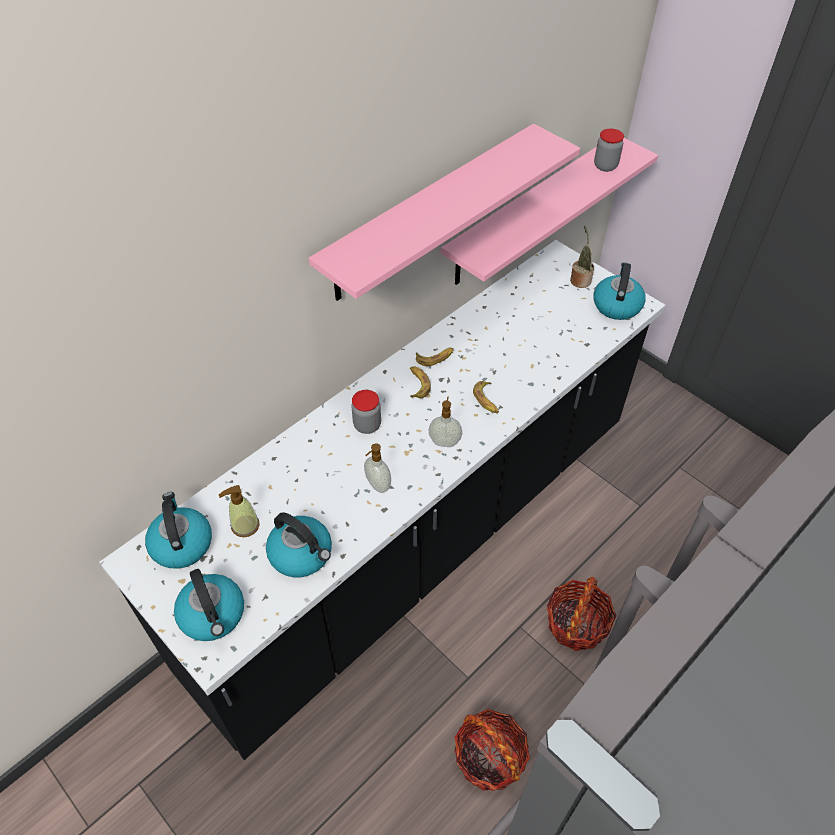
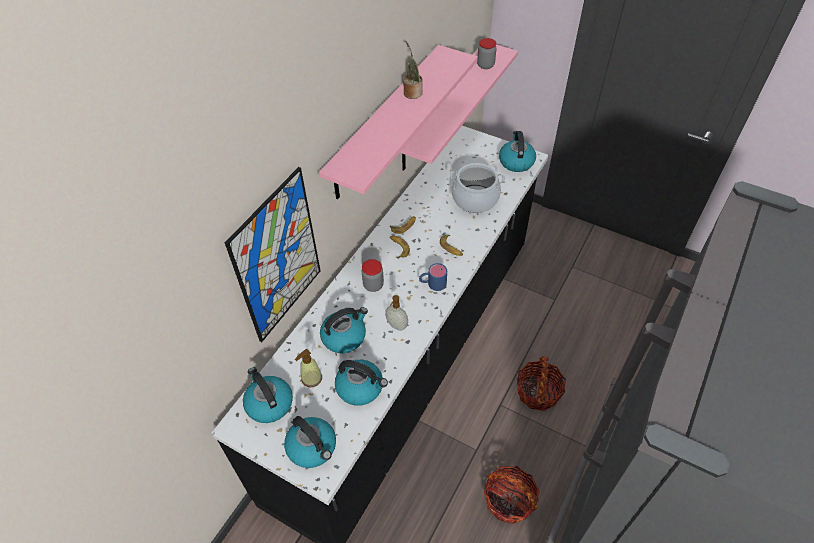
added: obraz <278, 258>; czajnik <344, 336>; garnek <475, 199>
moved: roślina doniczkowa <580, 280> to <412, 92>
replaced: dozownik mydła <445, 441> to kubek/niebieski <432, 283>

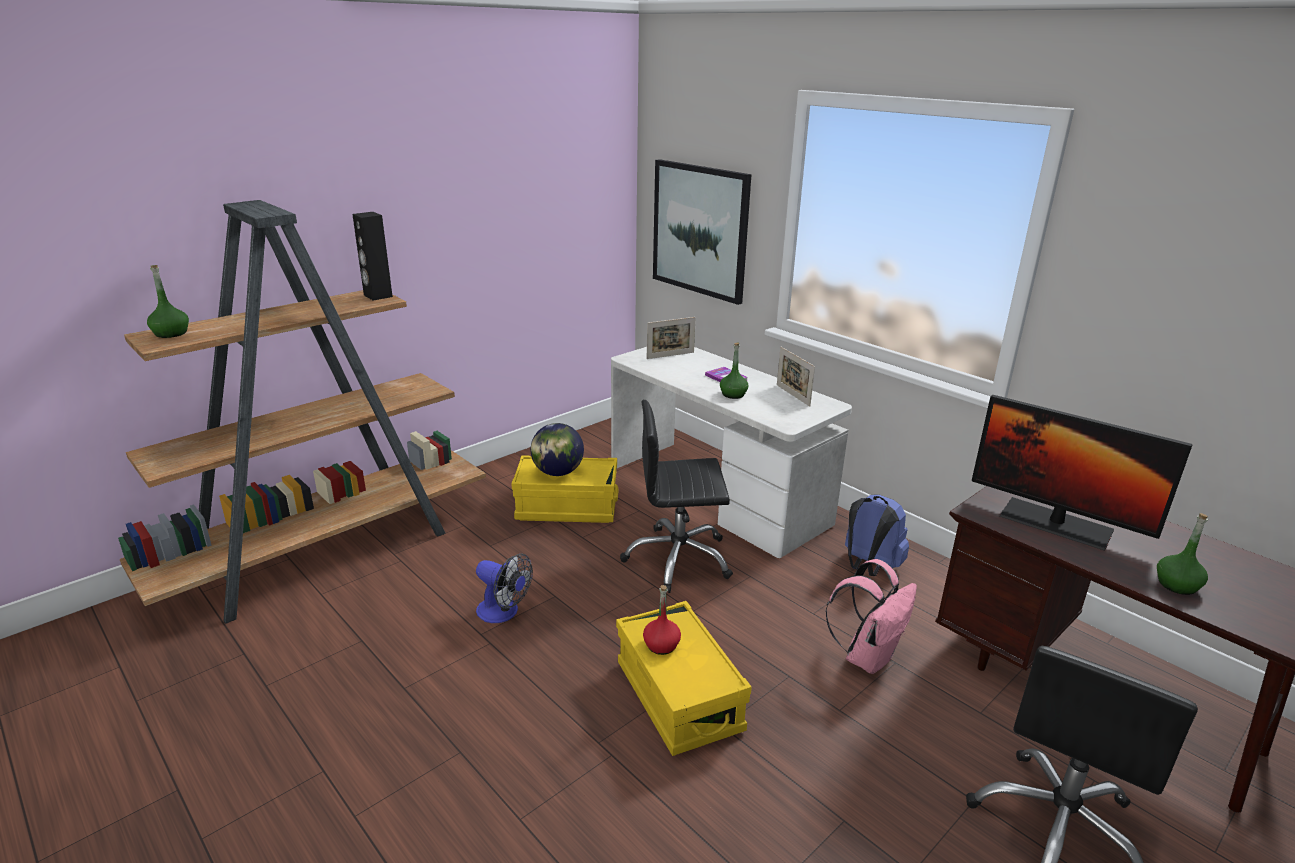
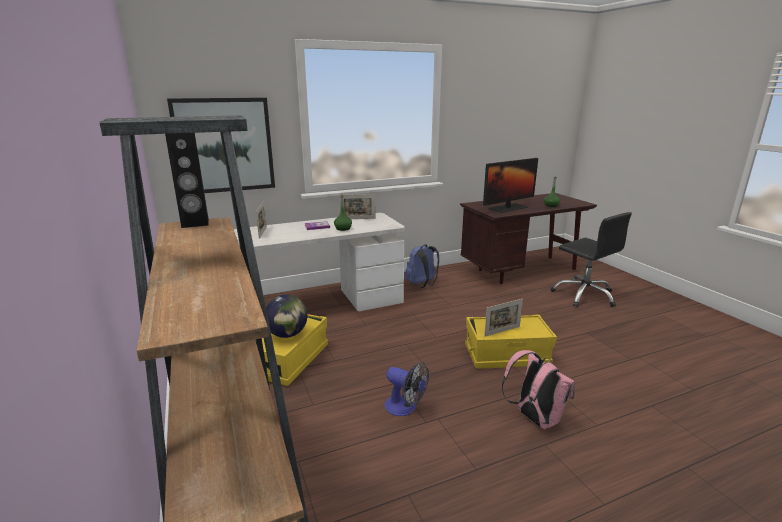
removed: butelka/zielony <171, 333>; krzesło biurowe/czarny <678, 559>
moved: plecak/różowy <867, 656> to <534, 418>
replaced: butelka/czerwony <661, 645> to ramka na zdjęcie <502, 331>
turned: wentylator <503, 612> = <405, 408> 75 degrees clockwise

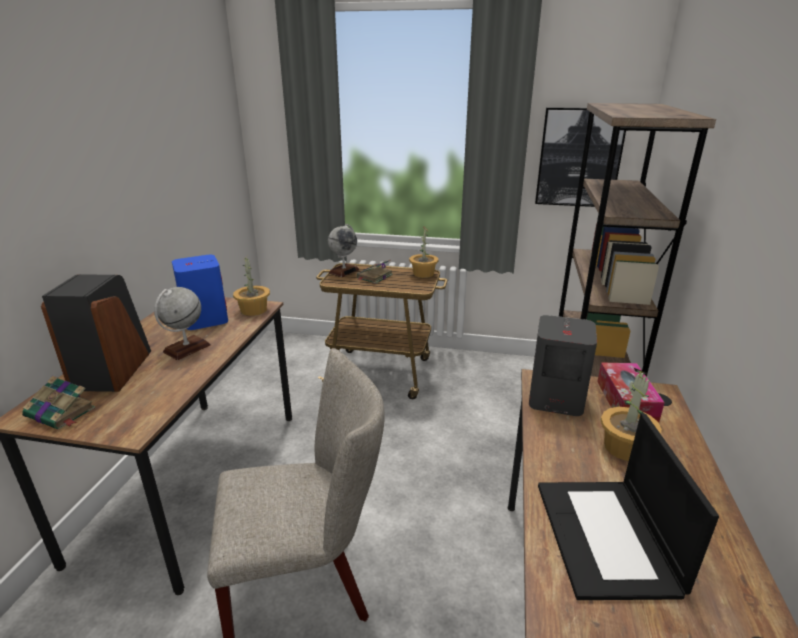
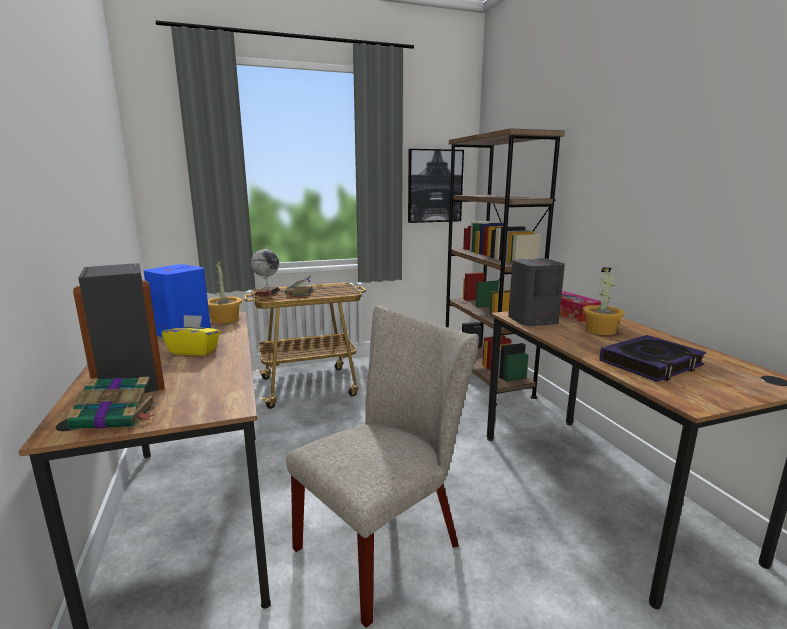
removed: roślina doniczkowa <423, 274>
replaced: globus <186, 348> to pudełko chusteczek/żółty <194, 351>; laptop <607, 537> to książka <651, 364>

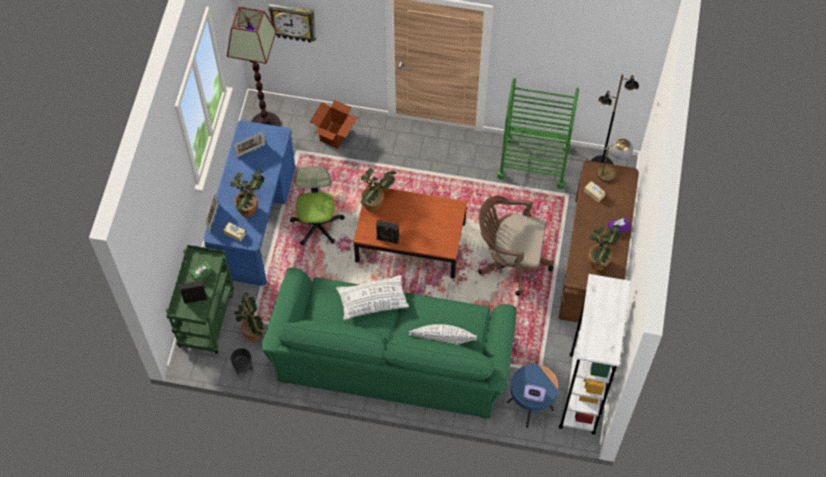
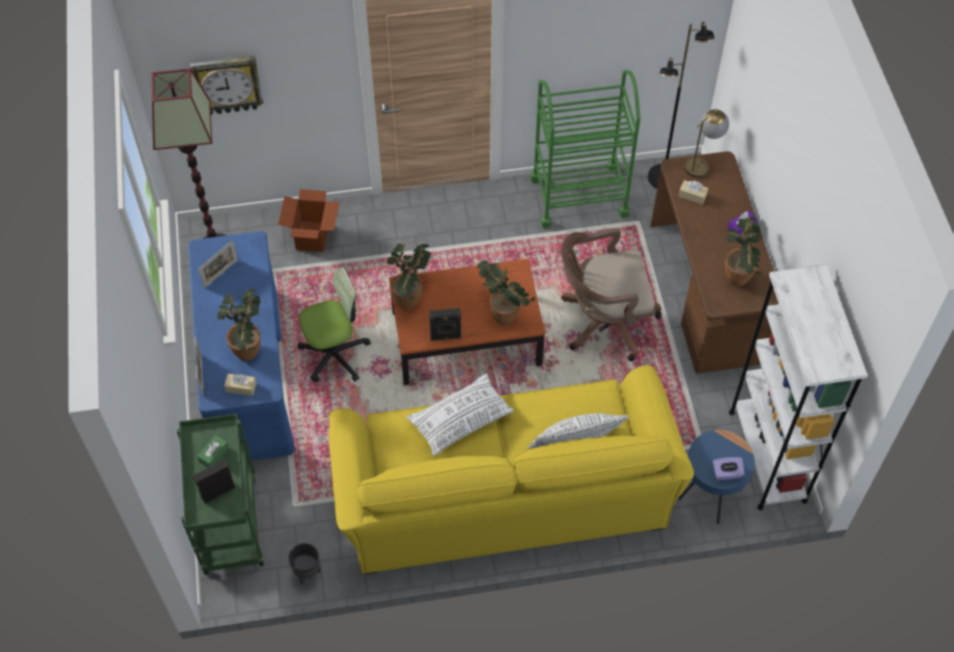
moved: roślina doniczkowa <254, 330> to <502, 311>
recoloured: kanapa/zielony <392, 356> to kanapa/żółty <503, 489>
turned: krzesło biurowe <317, 225> = <334, 354> 90 degrees clockwise

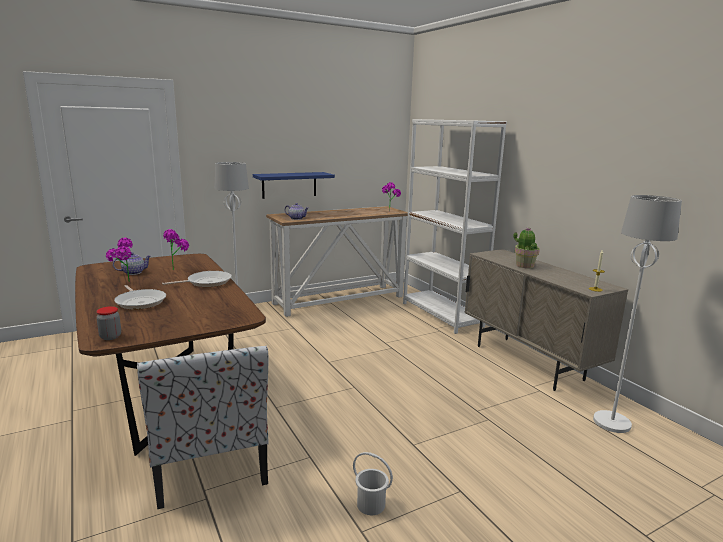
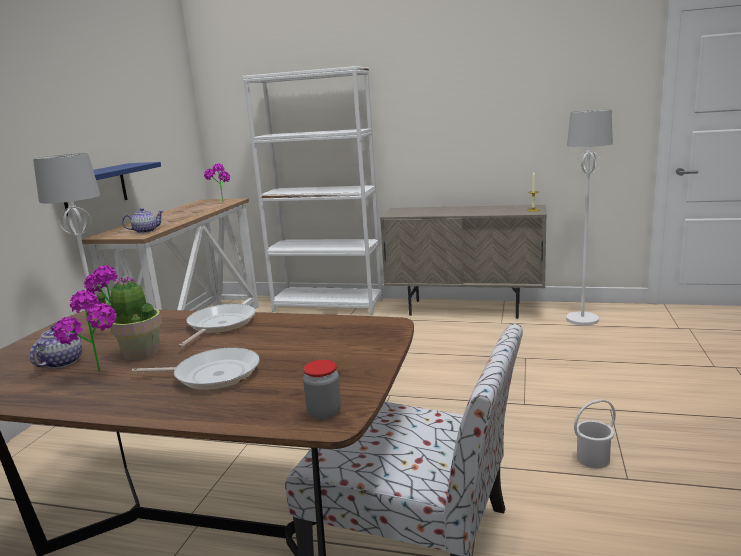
moved: roślina doniczkowa <524, 265> to <141, 352>

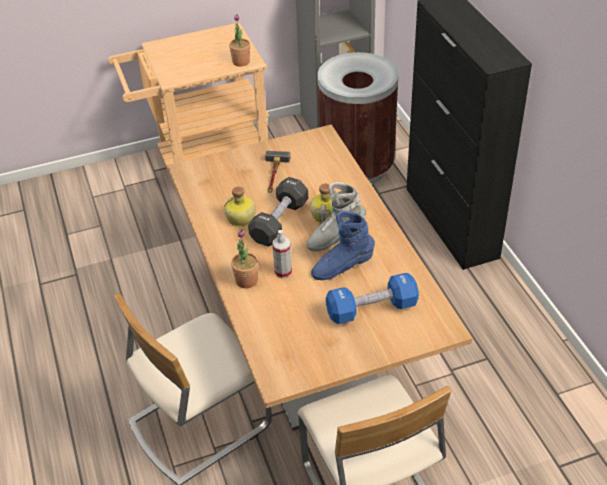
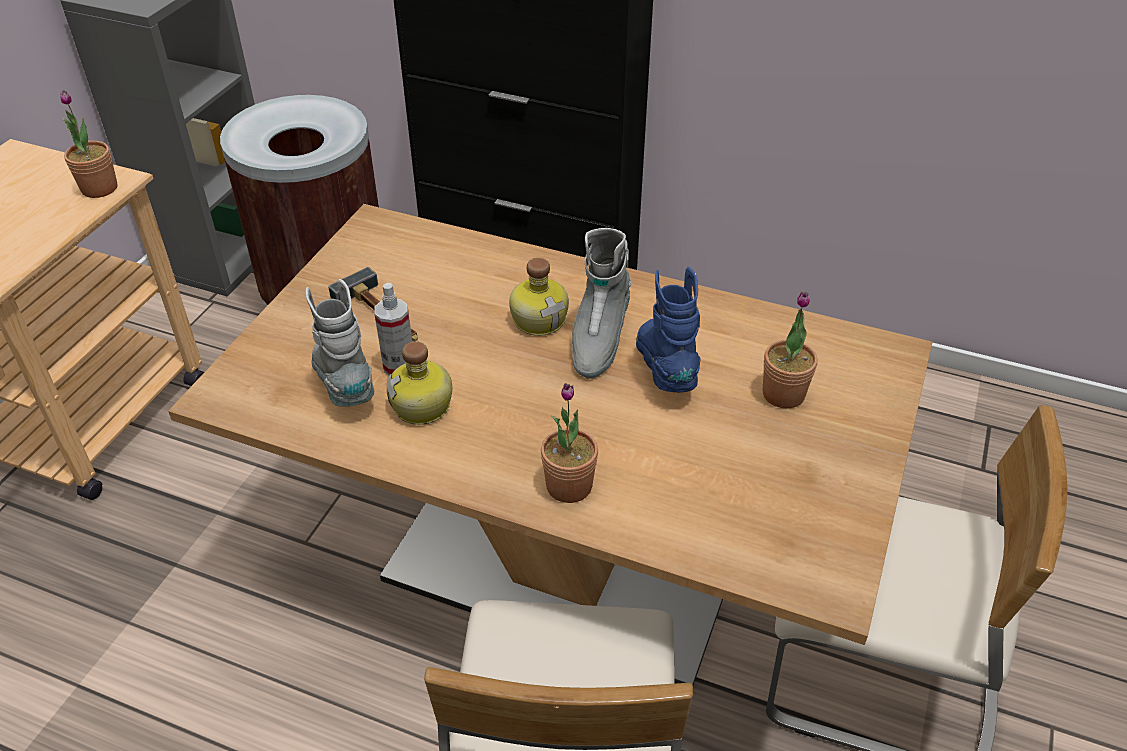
removed: hantel/czarny <279, 222>
added: but z cholewką/szary <345, 384>
moved: spryskiwacz <283, 272> to <399, 367>
replaced: hantel/niebieski <371, 309> to roślina doniczkowa <783, 394>
turned: but z cholewką/niebieski <342, 267> = <666, 370> 150 degrees clockwise

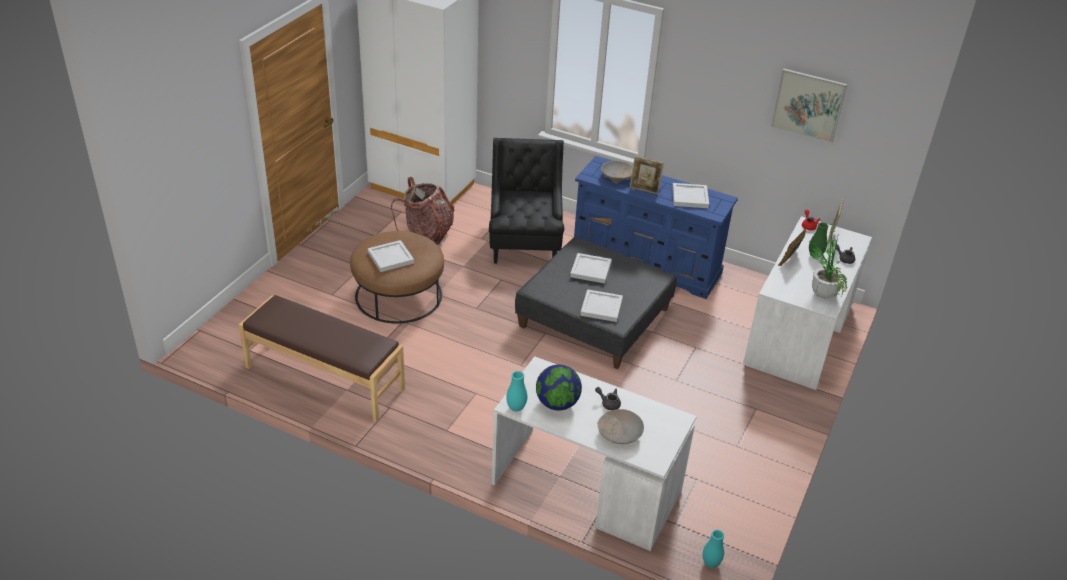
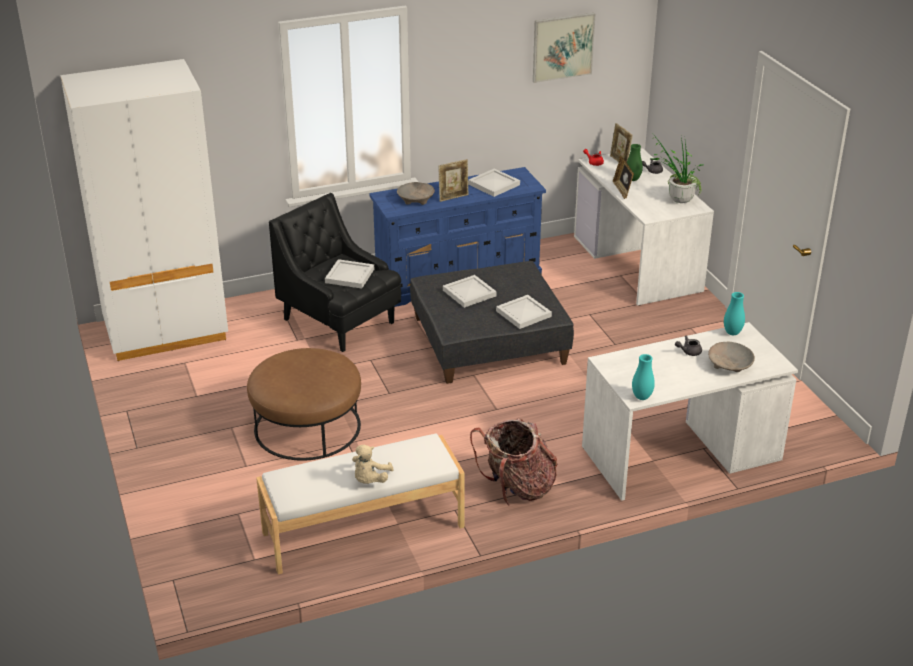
removed: globus <557, 403>
added: pluszak/beżowy <370, 480>
moved: taca/biały <391, 258> to <350, 275>; plecak <427, 233> to <517, 488>; wazon/turkusowy <711, 563> to <732, 333>
recoloured: ławka/brązowy <324, 379> to ławka/biały <363, 530>

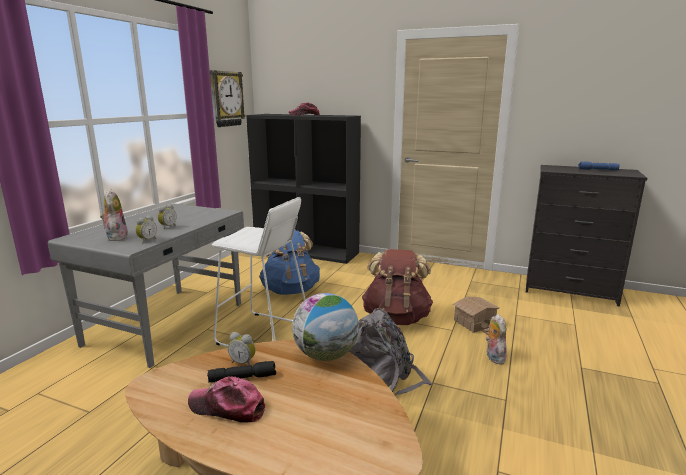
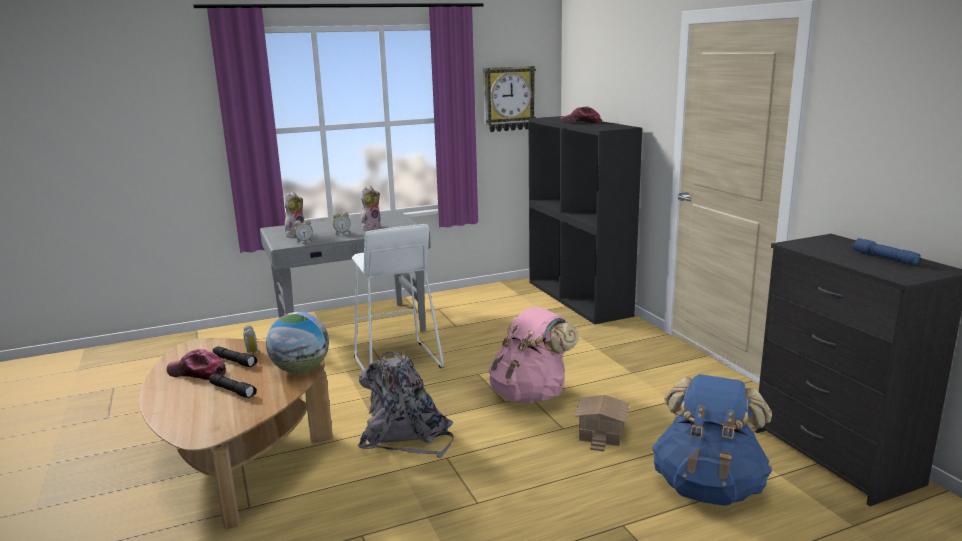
added: latarka/czarny <233, 391>
moved: pluszak <493, 357> to <371, 228>; plecak/niebieski <290, 290> to <708, 487>
recoloured: plecak/brązowy <396, 318> to plecak/różowy <530, 394>
turned: czapka z daszkiem <227, 408> = <197, 373> 45 degrees counterclockwise

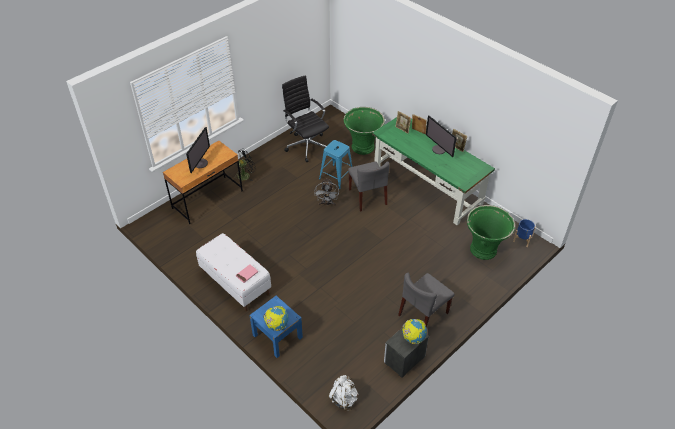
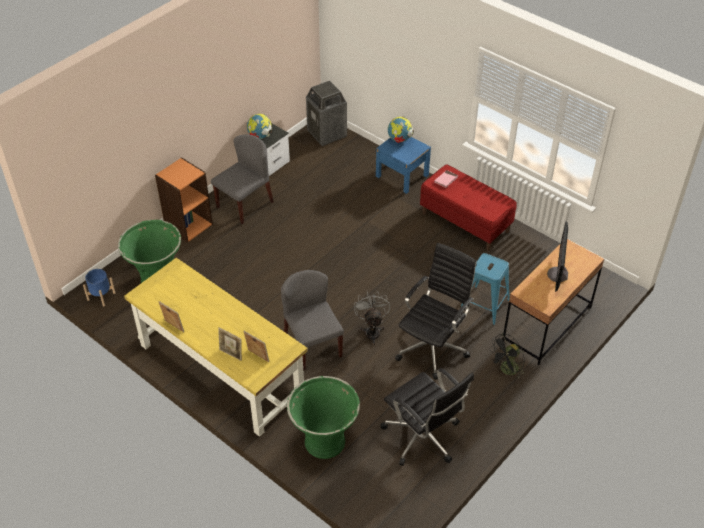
removed: monitor <439, 149>
added: regał/pomarańczowy <188, 225>; krzesło biurowe/czarny <433, 347>
moved: stołek/niebieski <336, 176> to <484, 305>
replaced: plecak/biały <344, 399> to kosz na śmieci <327, 134>
recoloured: biurko/zielony <427, 186> to biurko/żółty <220, 370>; ławka/biały <235, 283> to ławka/czerwony <465, 222>

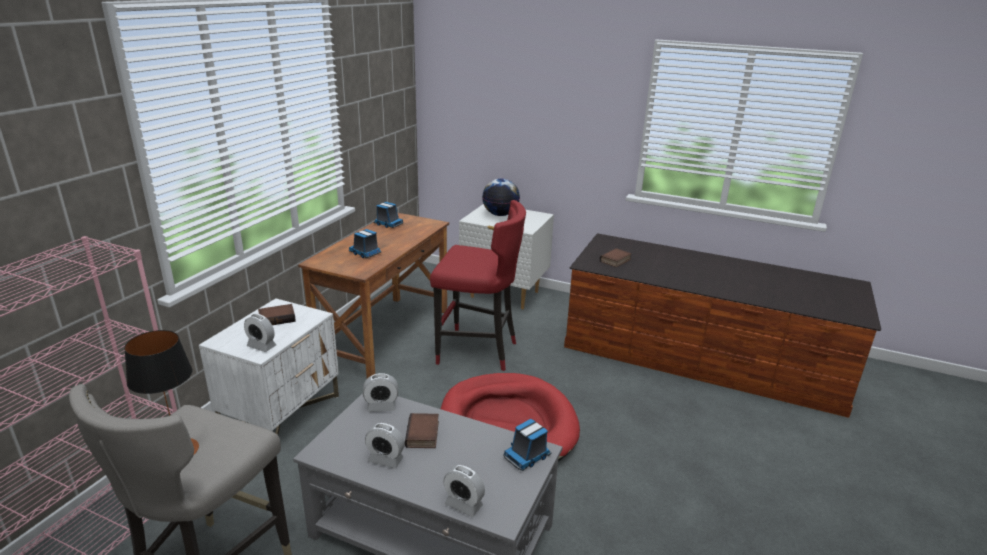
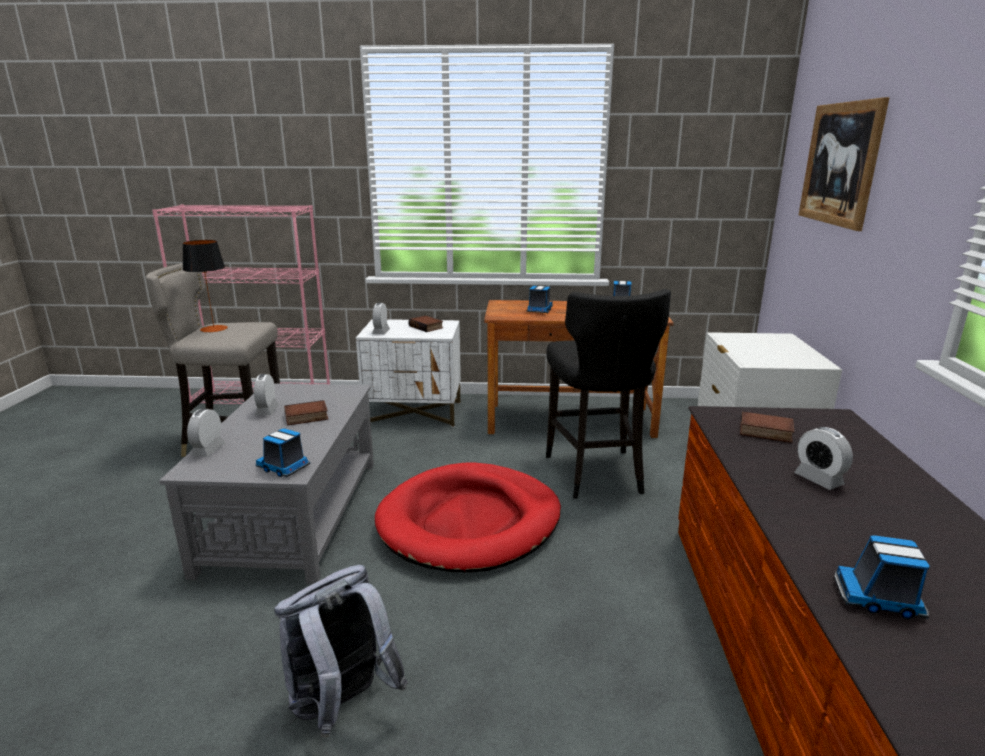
removed: globus <500, 214>
added: plecak/szary <342, 706>; obraz <840, 164>; ciężarówka zabawkowa <879, 598>
moved: budzik <381, 407> to <818, 479>
recoloured: stołek/czerwony <477, 351> to stołek/czarny <596, 474>

